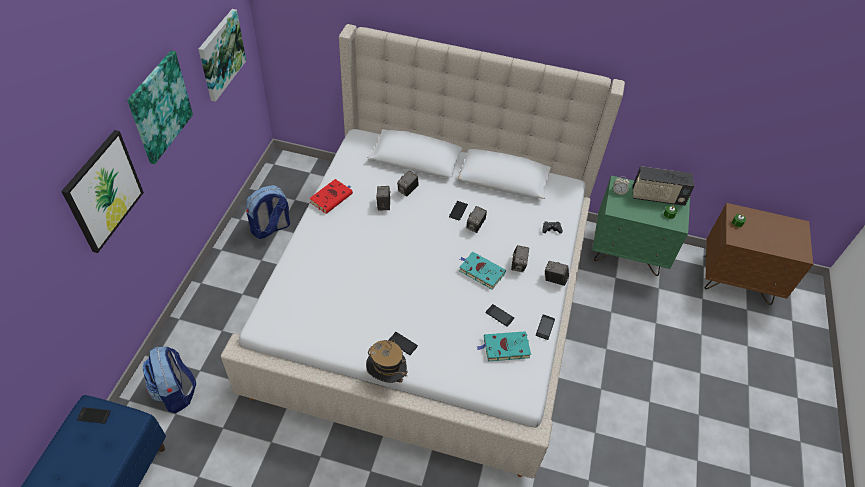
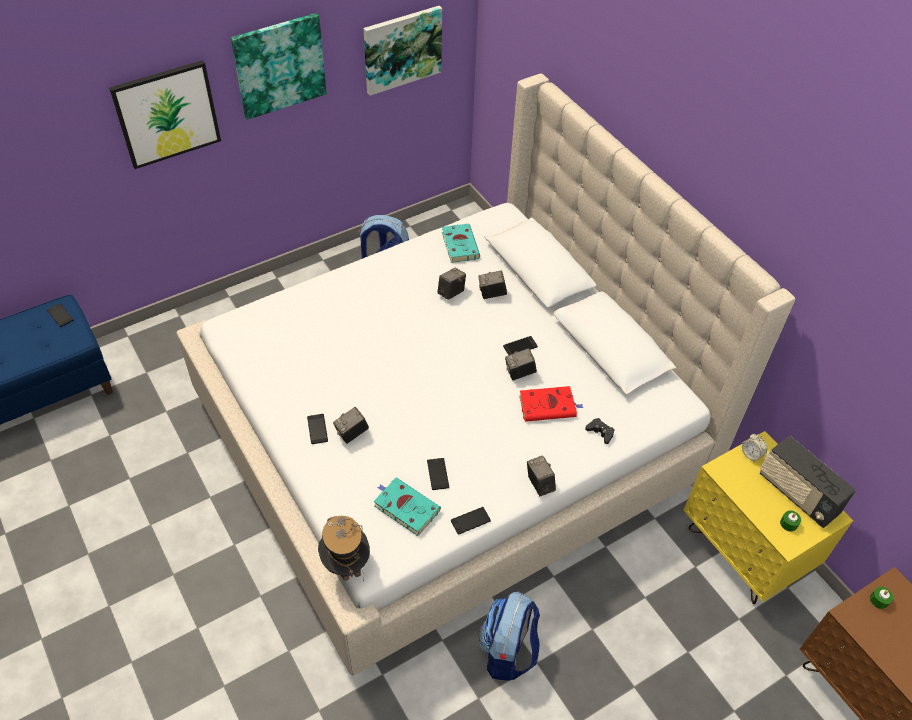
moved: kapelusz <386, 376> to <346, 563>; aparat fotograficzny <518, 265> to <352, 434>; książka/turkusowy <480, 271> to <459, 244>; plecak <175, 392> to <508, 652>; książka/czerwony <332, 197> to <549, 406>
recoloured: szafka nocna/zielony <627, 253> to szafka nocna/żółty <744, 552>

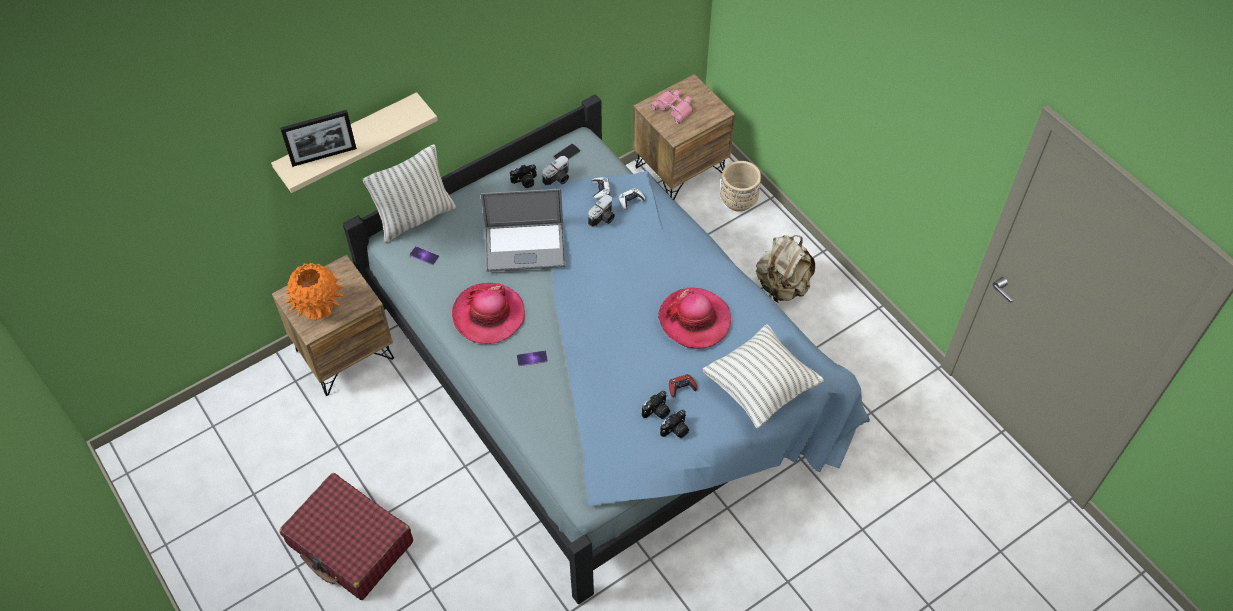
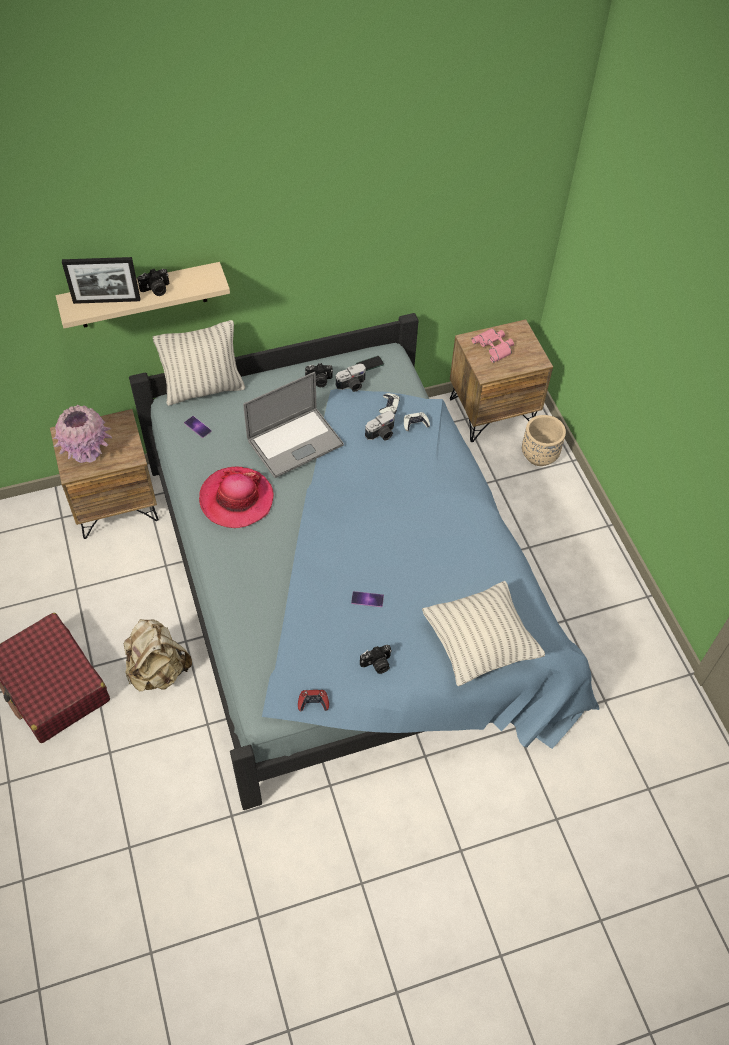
removed: kapelusz <694, 320>
moved: plecak/beżowy <782, 286> to <158, 670>; aparat fotograficzny <657, 412> to <156, 290>; pad do gier/czerwony <681, 387> to <313, 702>; telefon <532, 358> to <367, 599>
recoloured: wazon/pomarańczowy <319, 307> to wazon/różowy <87, 451>
turned: laptop <525, 247> = <295, 442> 45 degrees counterclockwise

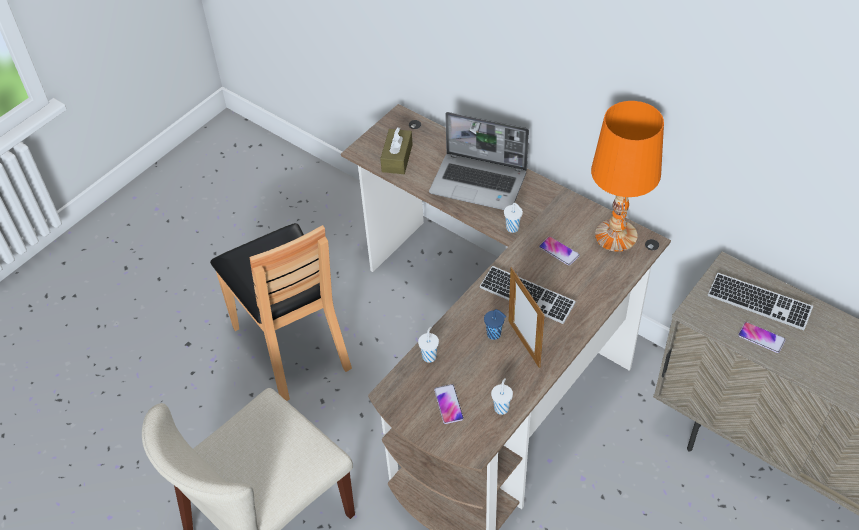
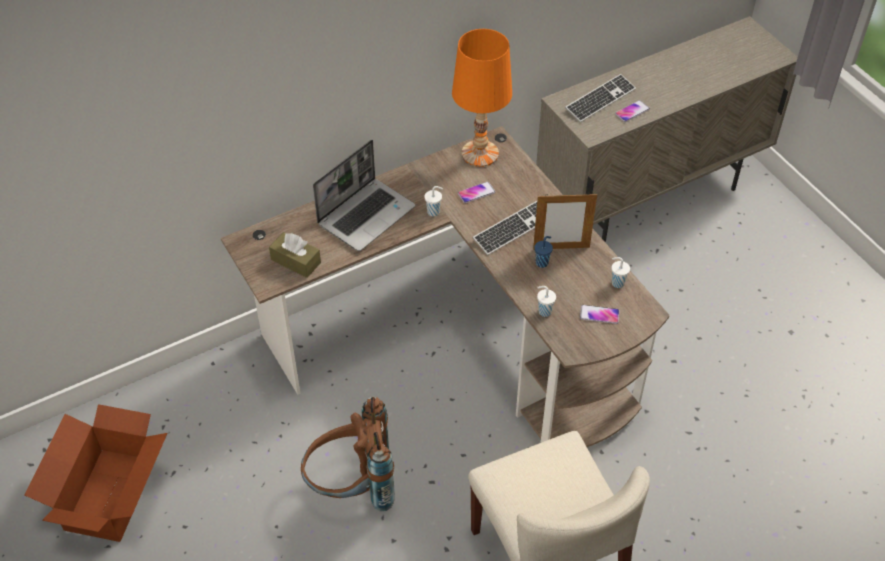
added: karton <109, 495>
replaced: krzesło/brązowy <293, 345> to plecak/brązowy <352, 487>

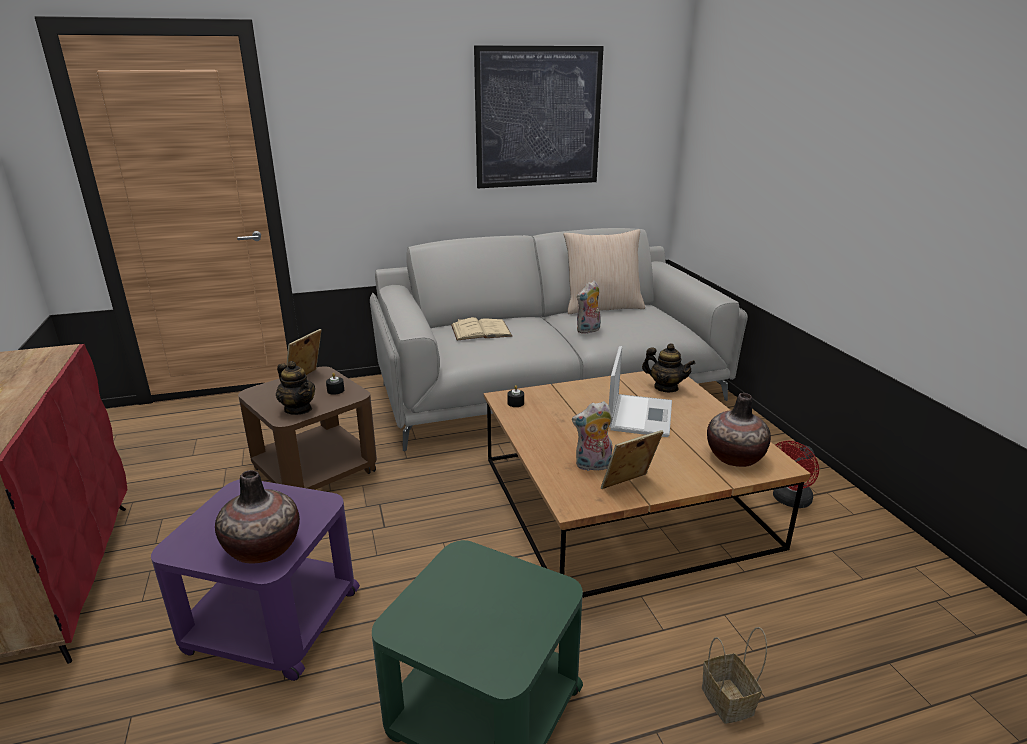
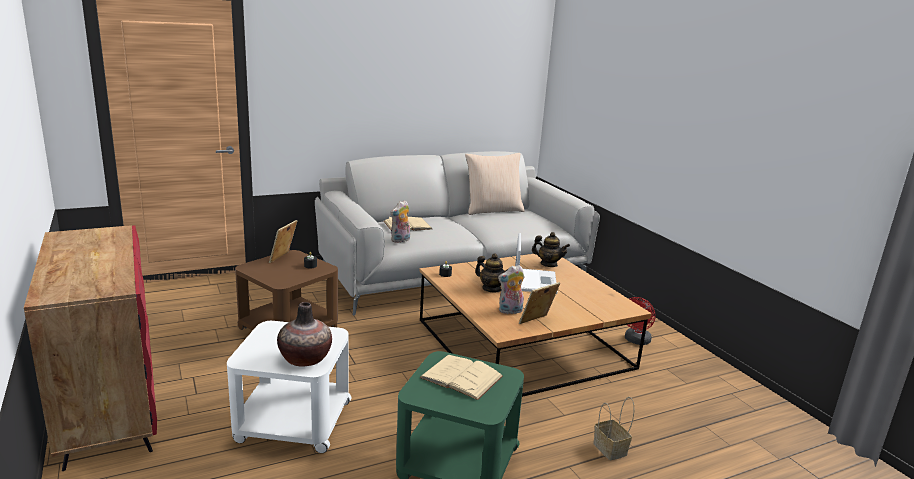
removed: obraz <538, 118>; wazon <734, 457>
added: książka/beżowy <461, 377>
moved: pluszak <588, 330> to <400, 240>; imbryk <298, 409> to <491, 289>
recoloured: stolik/fioletowy <272, 620> to stolik/biały <292, 421>

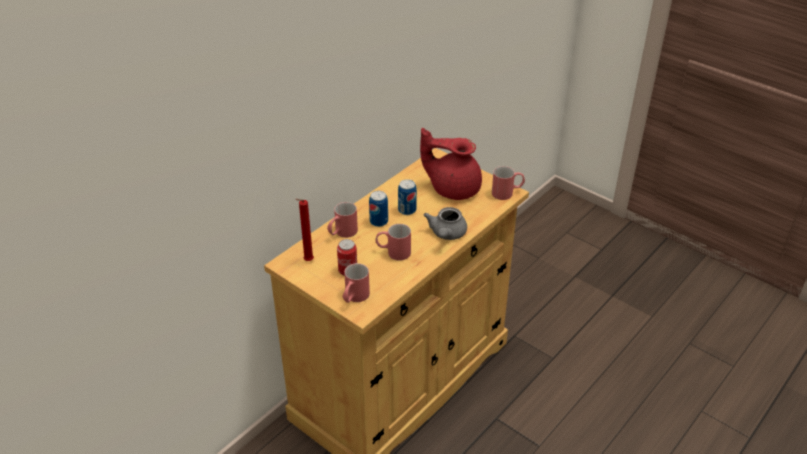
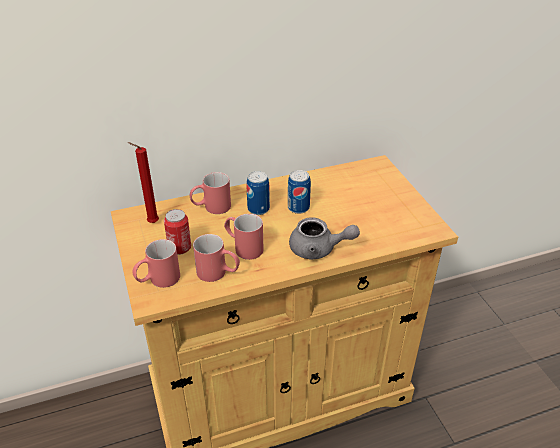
removed: imbryk/czerwony <453, 188>
moved: kubek/czerwony <507, 193> to <218, 273>
turned: imbryk/szary <446, 234> = <318, 249> 120 degrees counterclockwise

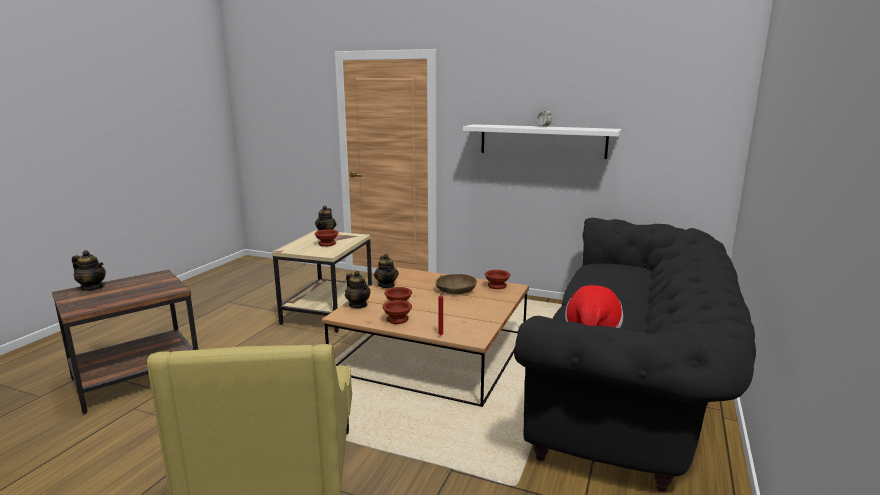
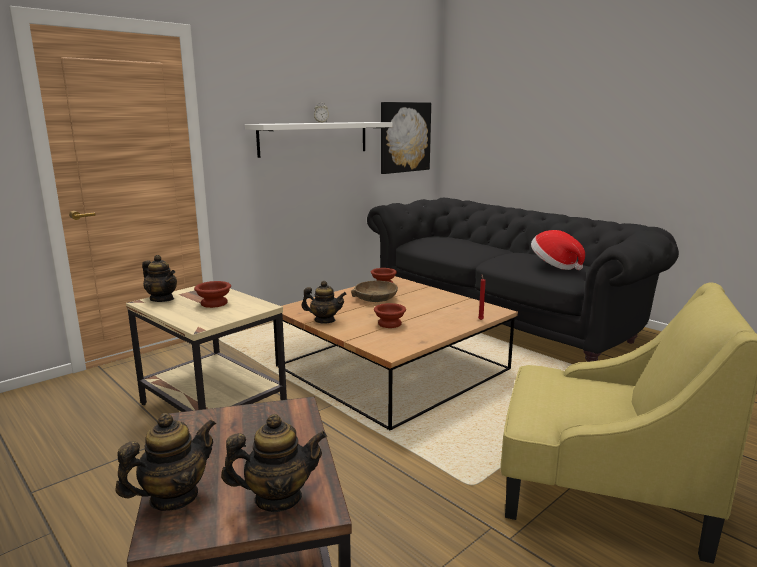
removed: miska/brązowy <396, 320>
added: obraz <404, 137>
moved: imbryk <358, 305> to <277, 498>

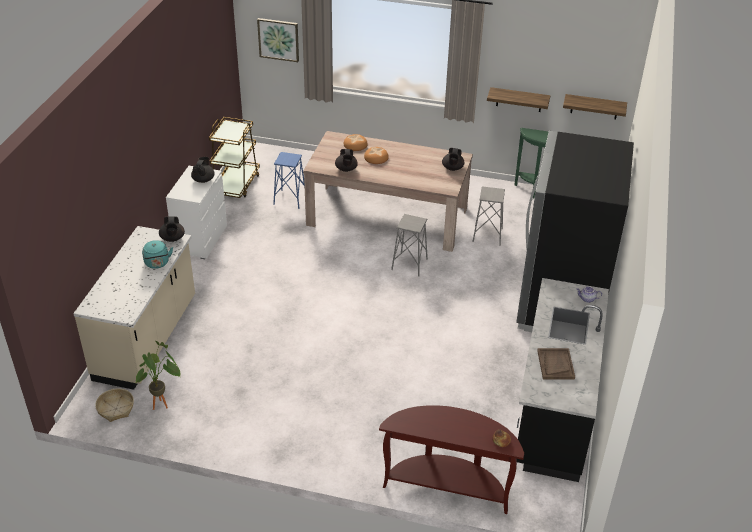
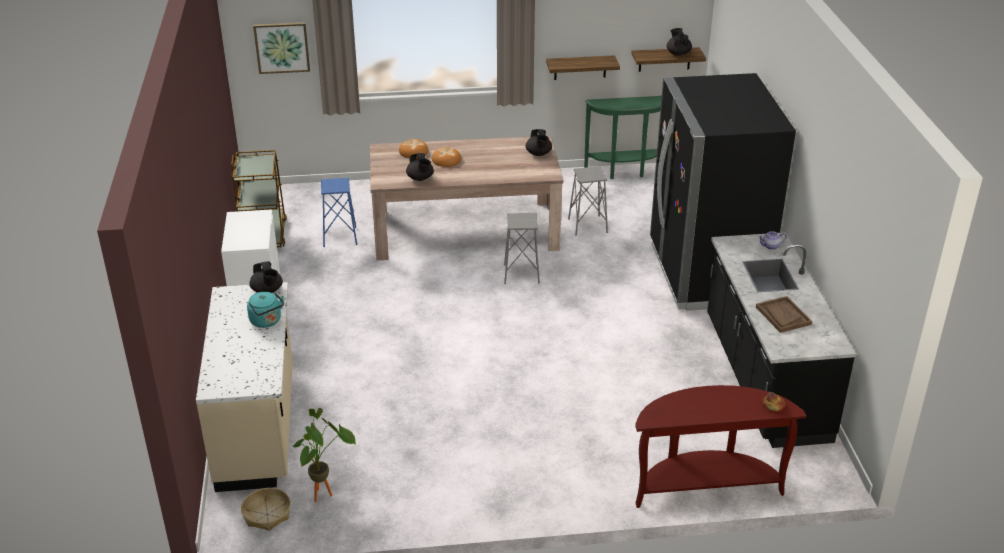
moved: imbryk/czarny <203, 179> to <678, 53>

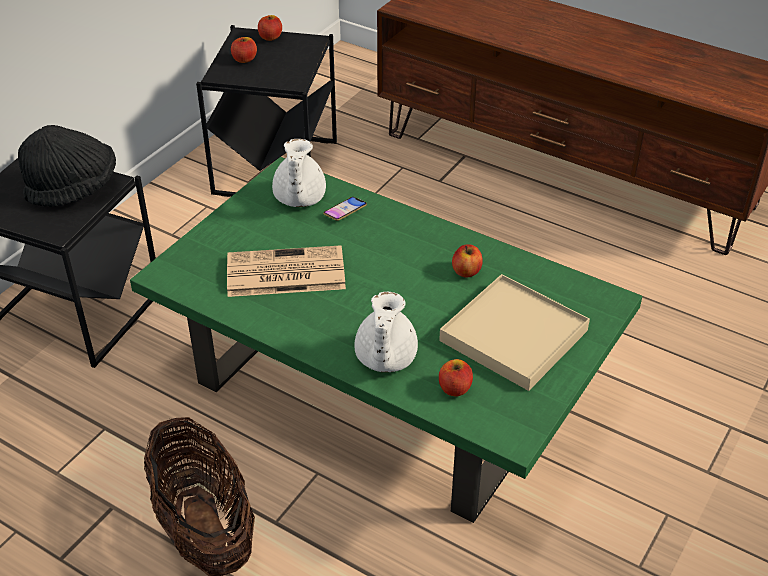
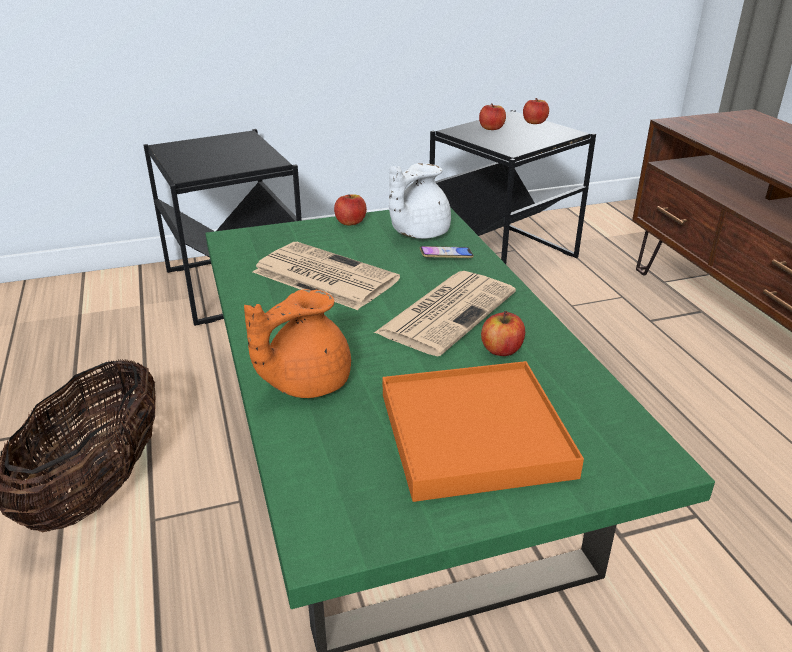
removed: kapelusz/czarny <73, 189>
added: gazeta <447, 311>
moved: jabłko <454, 388> to <350, 222>
recoloured: imbryk/biały <384, 358> to imbryk/pomarańczowy <304, 382>; taca/beżowy <513, 335> to taca/pomarańczowy <474, 434>

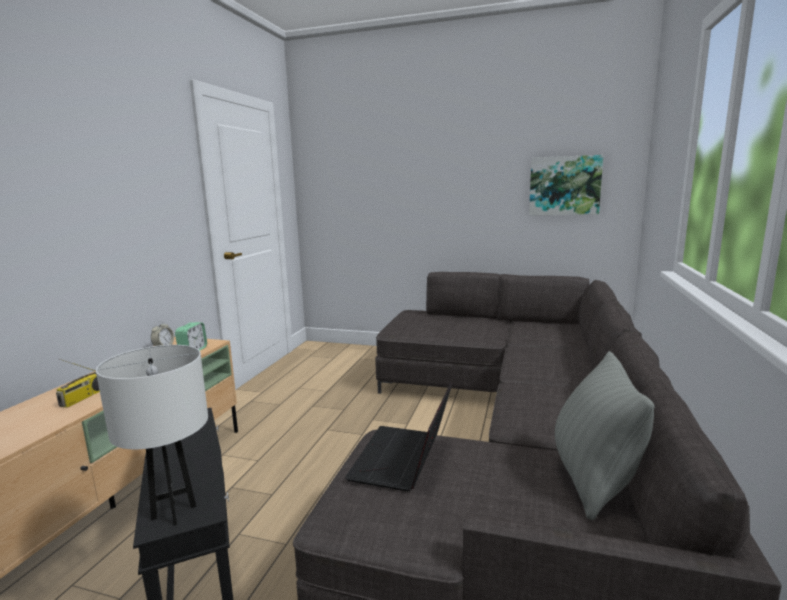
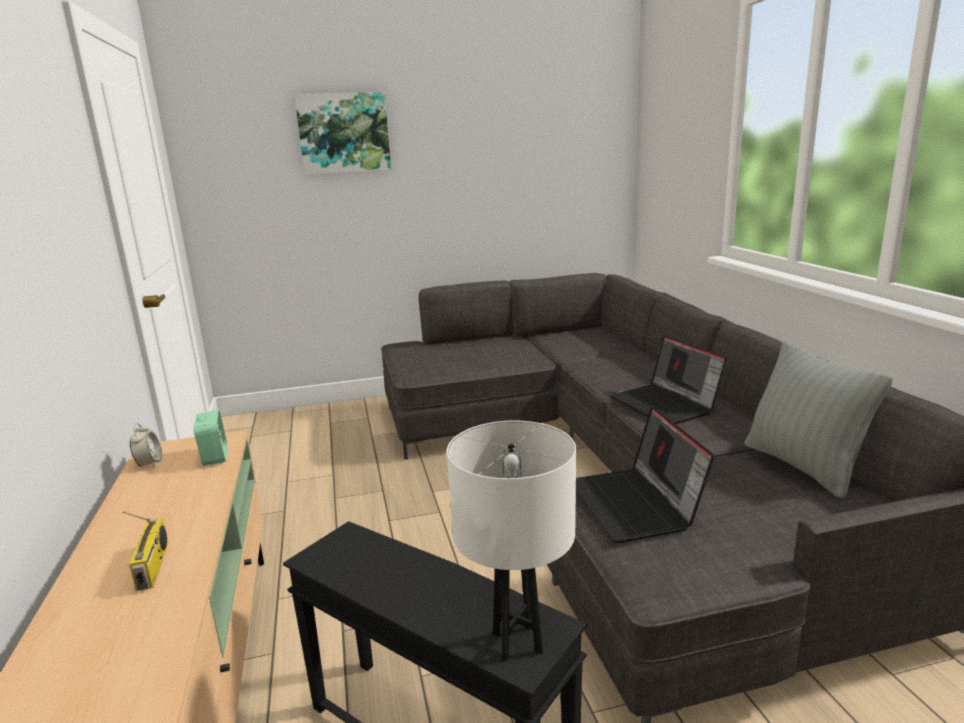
added: laptop <666, 405>
moved: obraz <564, 186> to <344, 133>

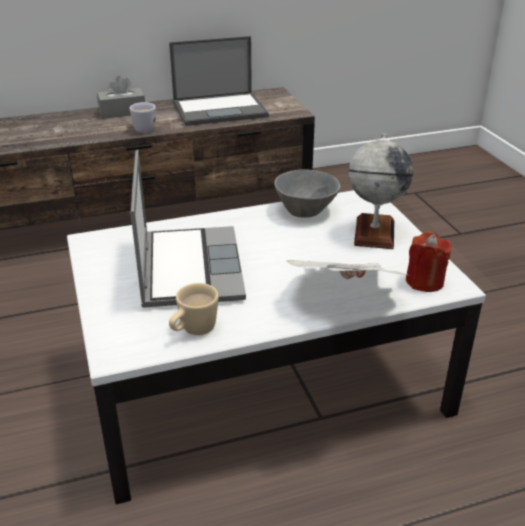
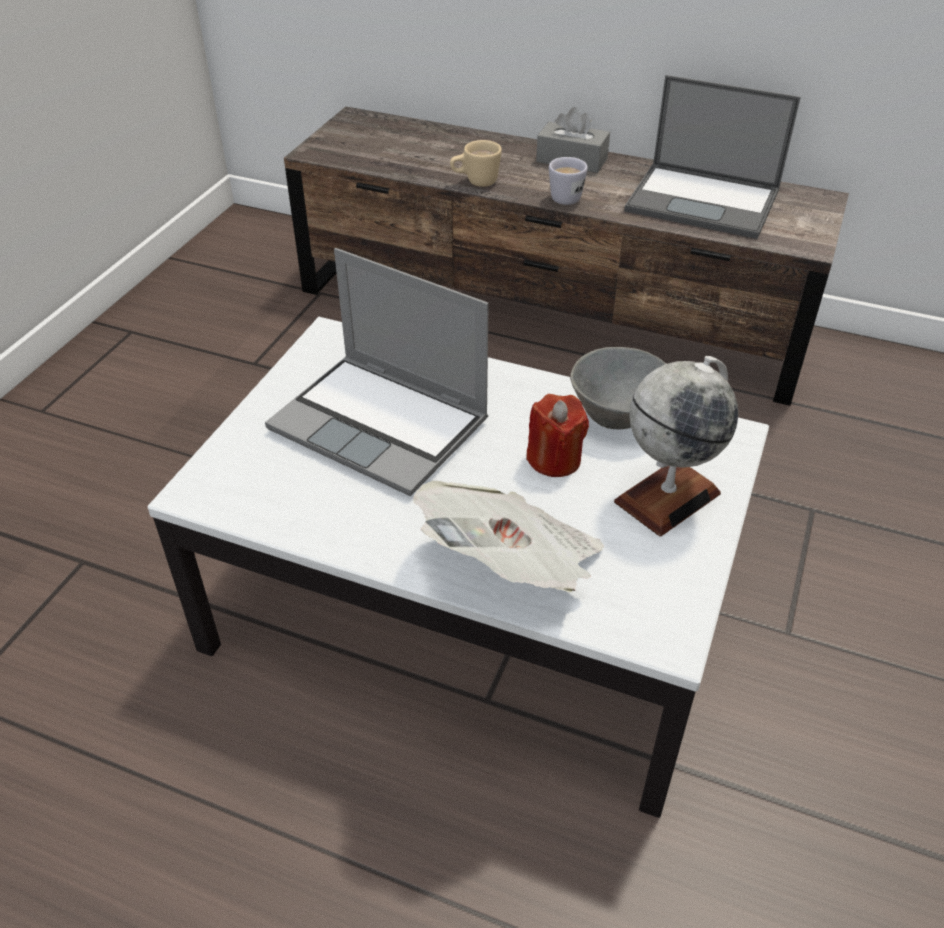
moved: kubek/beżowy <193, 331> to <475, 182>; świeca/czerwony <424, 281> to <554, 459>
turned: laptop <188, 268> = <383, 425> 90 degrees clockwise

